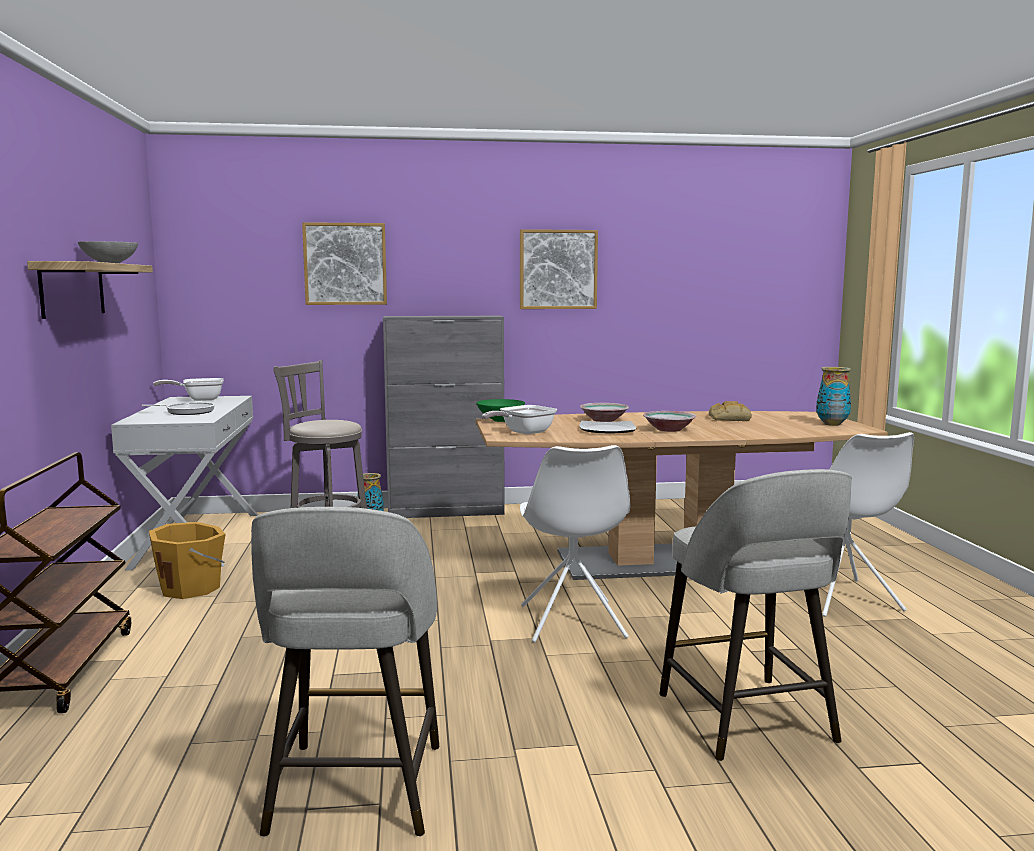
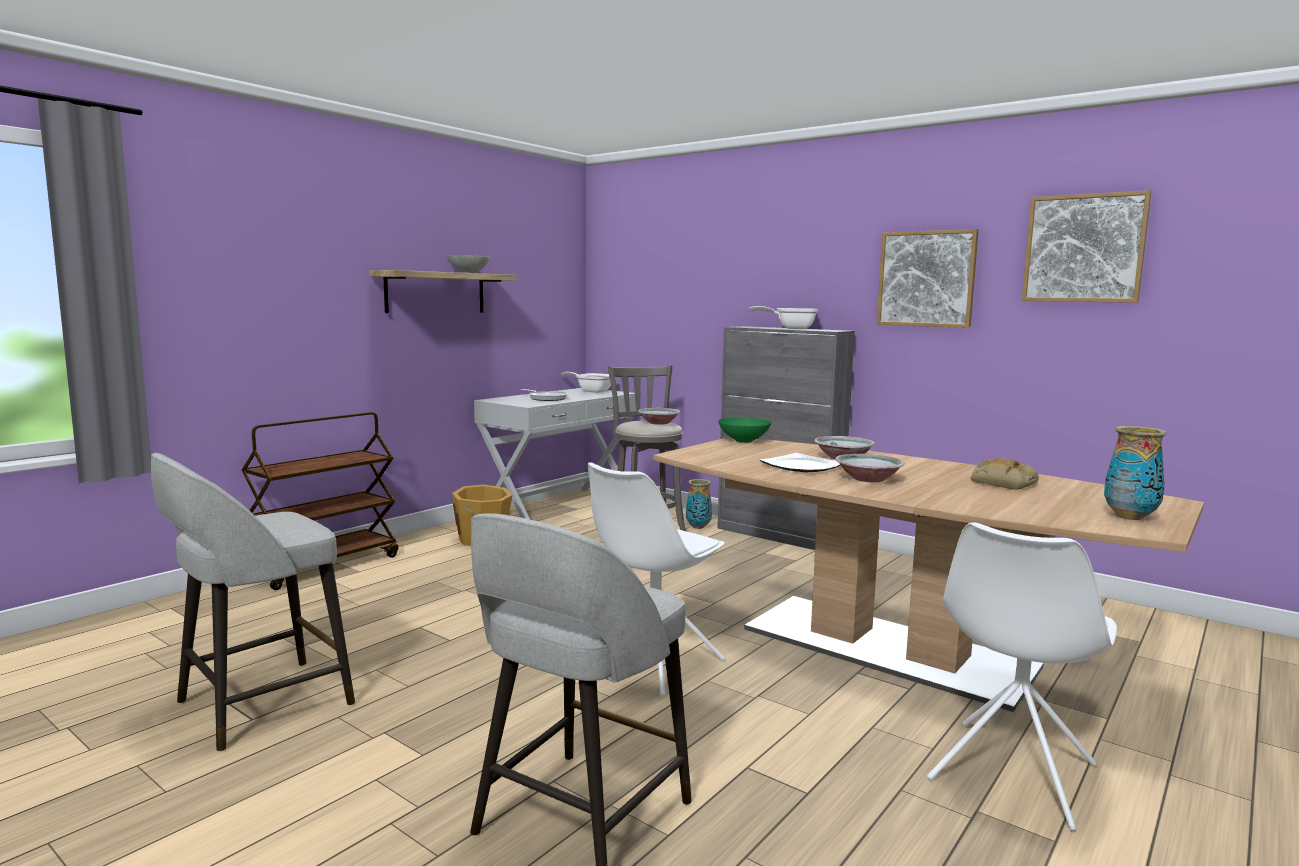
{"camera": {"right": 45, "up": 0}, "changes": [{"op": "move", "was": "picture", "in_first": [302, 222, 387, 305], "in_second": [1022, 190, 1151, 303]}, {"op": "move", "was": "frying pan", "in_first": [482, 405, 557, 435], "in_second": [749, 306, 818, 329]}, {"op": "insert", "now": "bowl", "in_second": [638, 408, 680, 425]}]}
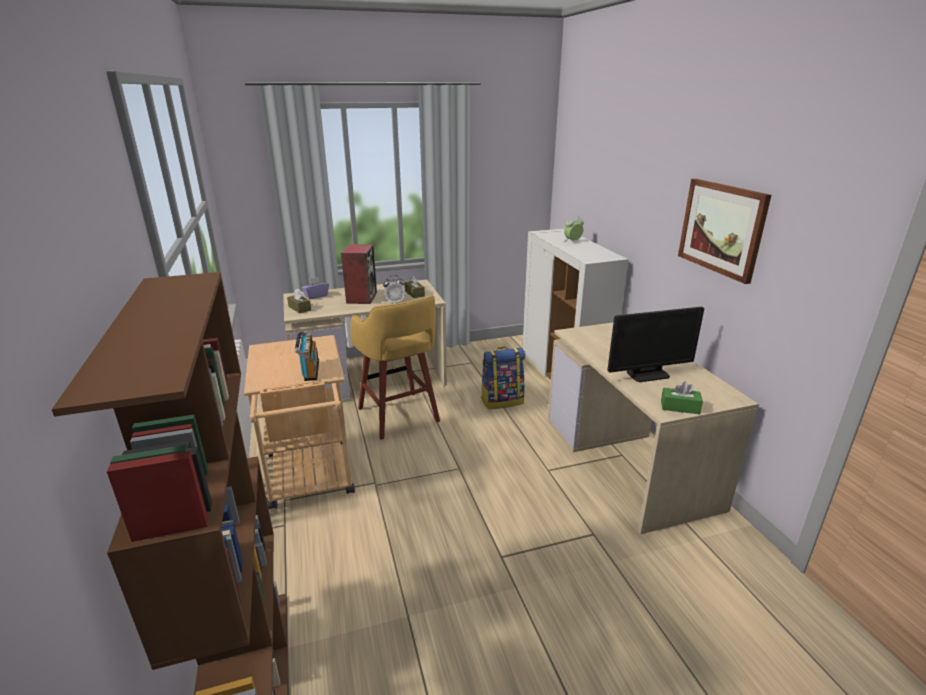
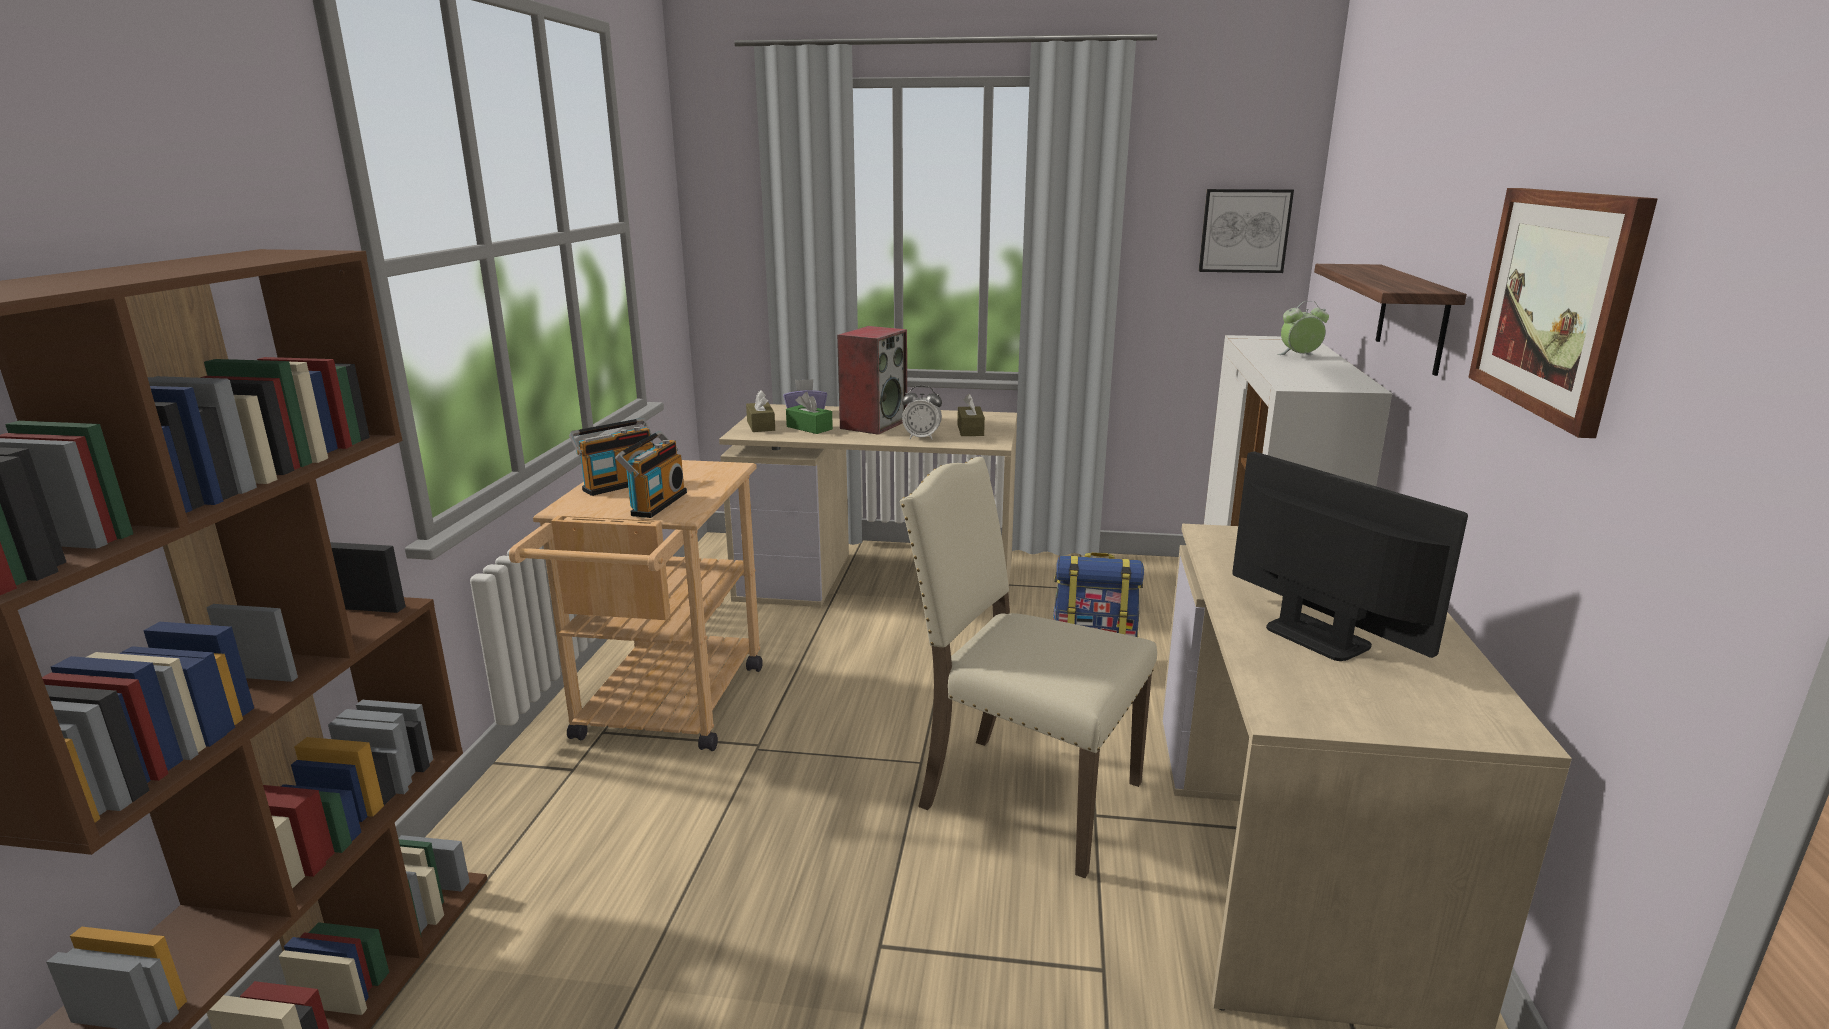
{"camera": {"right": 25, "up": -5}, "changes": [{"op": "delete", "was": "yellow stool", "in_first": [350, 296, 440, 440]}, {"op": "rotate", "was": "monitor", "in_first": [607, 307, 704, 382], "in_second": [1232, 451, 1468, 661], "clockwise": -135}, {"op": "move", "was": "green tissue box", "in_first": [661, 381, 703, 414], "in_second": [786, 392, 833, 434]}, {"op": "insert", "now": "radio", "in_second": [569, 418, 655, 496]}, {"op": "insert", "now": "beige chair", "in_second": [899, 457, 1157, 878]}, {"op": "insert", "now": "picture", "in_second": [1199, 189, 1294, 273]}, {"op": "insert", "now": "shelf", "in_second": [1314, 264, 1467, 376]}]}
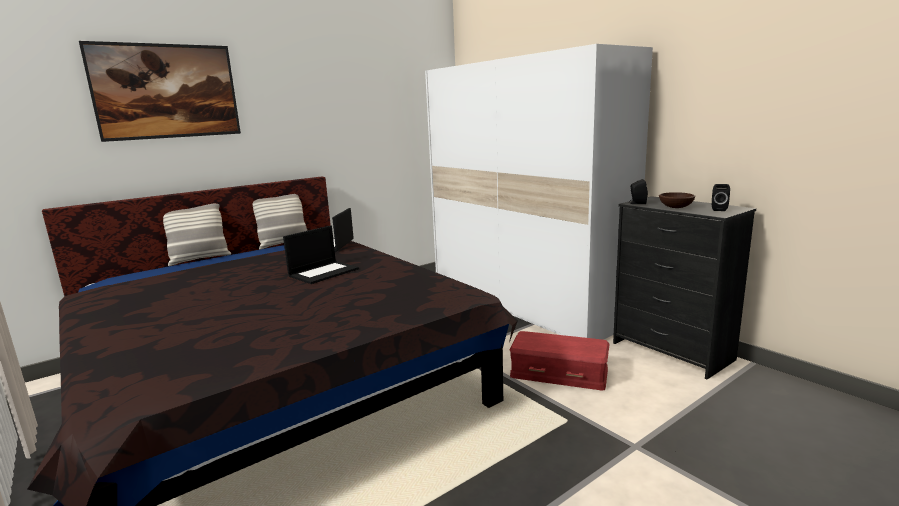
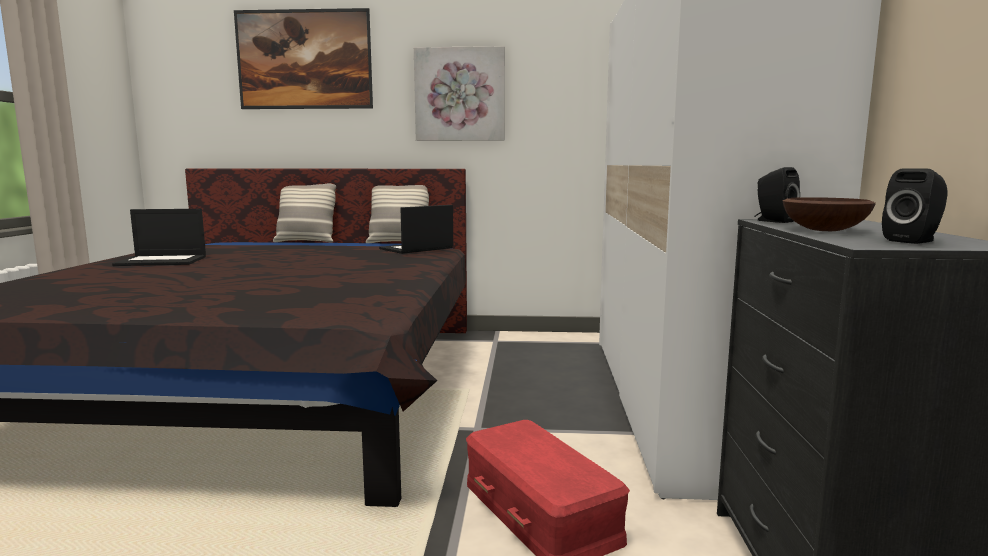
{"camera": {"right": 40, "up": -5}, "changes": [{"op": "move", "was": "laptop", "in_first": [283, 225, 359, 284], "in_second": [112, 209, 206, 266]}, {"op": "insert", "now": "picture", "in_second": [414, 46, 505, 141]}]}
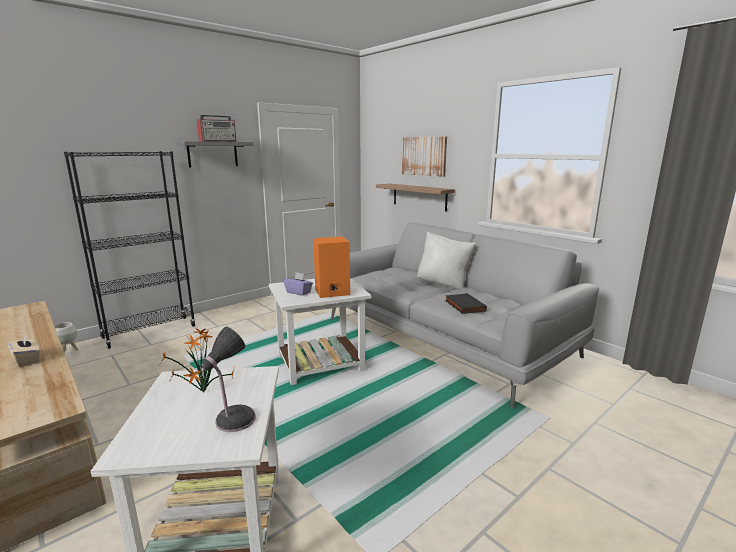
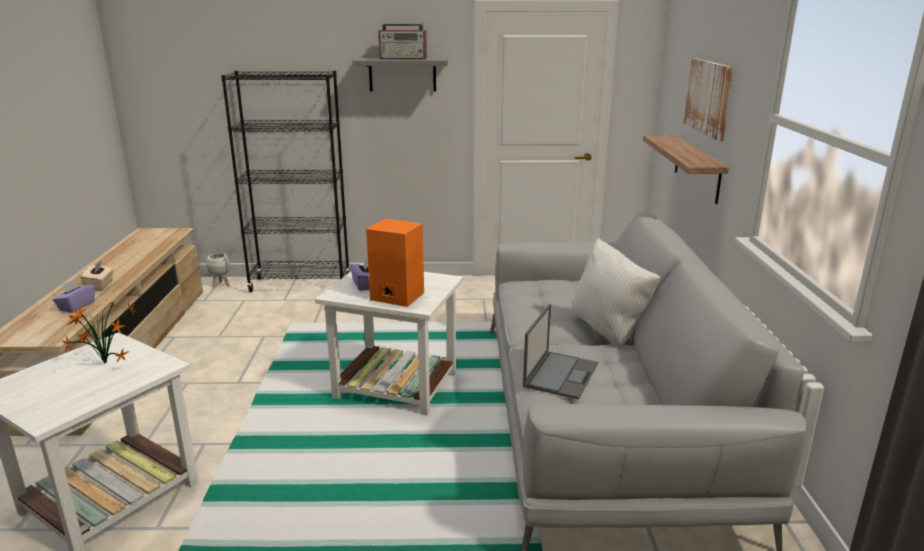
{"camera": {"right": 40, "up": 5}, "changes": [{"op": "delete", "was": "table lamp", "in_first": [201, 326, 256, 432]}, {"op": "replace", "was": "black book", "now": "laptop", "in_first": [445, 293, 487, 314], "in_second": [523, 304, 598, 400]}, {"op": "insert", "now": "purple tissue box", "in_second": [53, 279, 95, 313]}]}
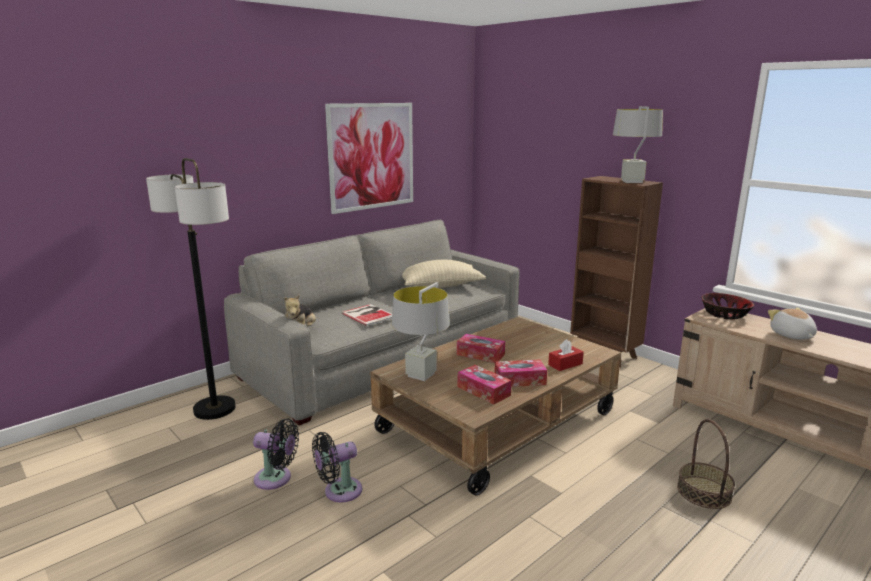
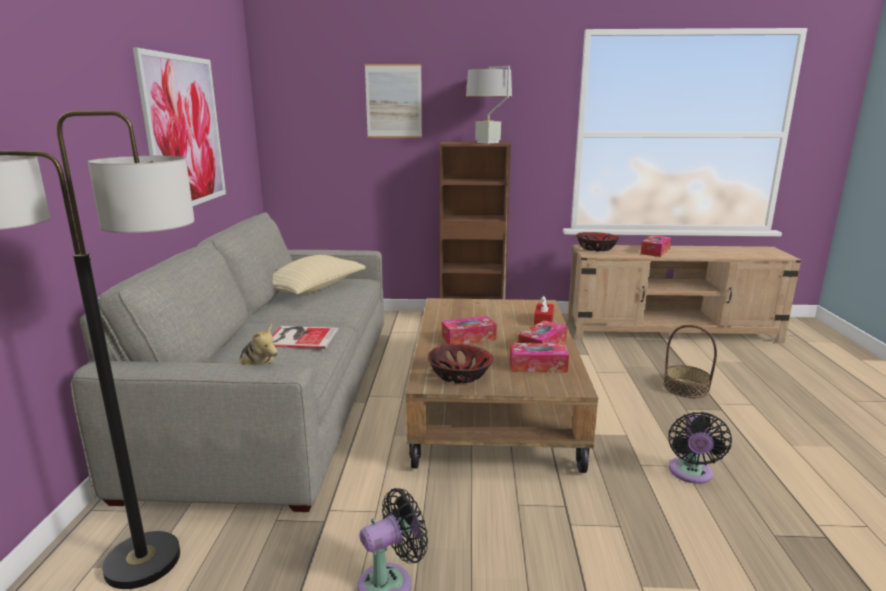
{"camera": {"right": -45, "up": 0}, "changes": [{"op": "move", "was": "black fan", "in_first": [312, 432, 362, 503], "in_second": [668, 412, 732, 484]}, {"op": "replace", "was": "grey table lamp", "now": "bowl", "in_first": [392, 282, 450, 381], "in_second": [428, 344, 493, 384]}, {"op": "replace", "was": "plush toy", "now": "tissue box", "in_first": [768, 308, 817, 340], "in_second": [640, 235, 671, 257]}, {"op": "insert", "now": "picture", "in_second": [365, 64, 422, 138]}]}
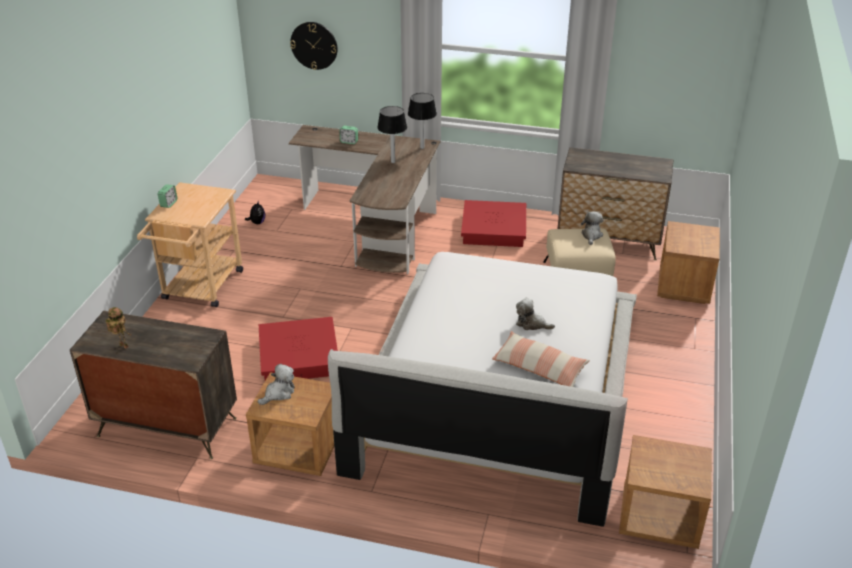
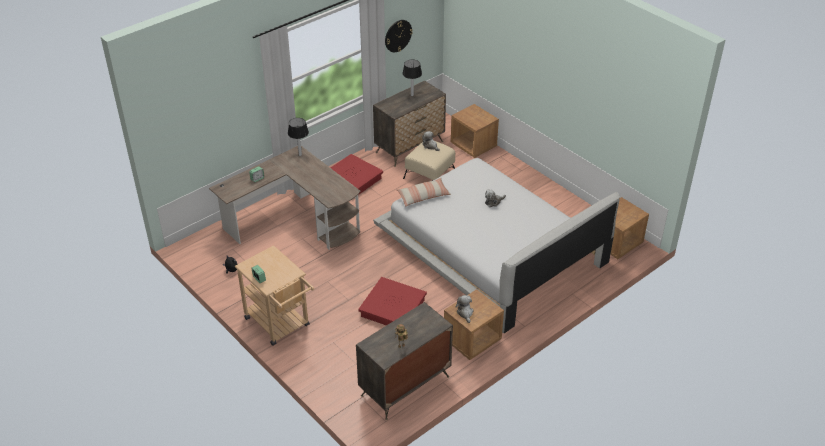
{"camera": {"right": -55, "up": 5}, "changes": [{"op": "move", "was": "wall clock", "in_first": [290, 22, 337, 70], "in_second": [385, 20, 413, 52]}, {"op": "move", "was": "table lamp", "in_first": [377, 106, 407, 163], "in_second": [402, 59, 422, 96]}, {"op": "move", "was": "pillow", "in_first": [492, 331, 590, 387], "in_second": [396, 178, 451, 206]}]}
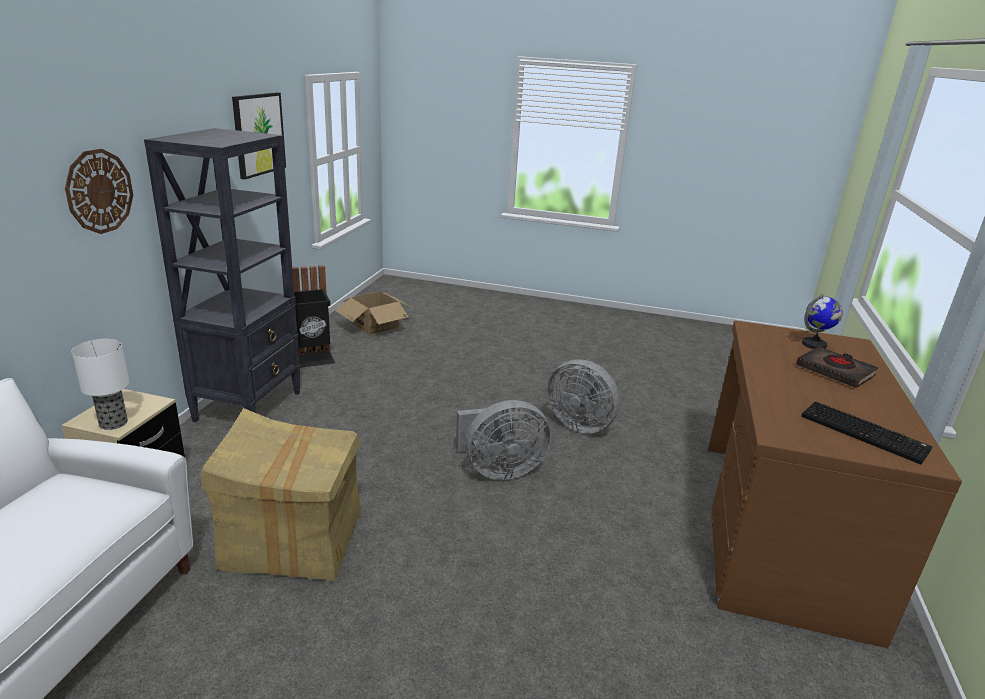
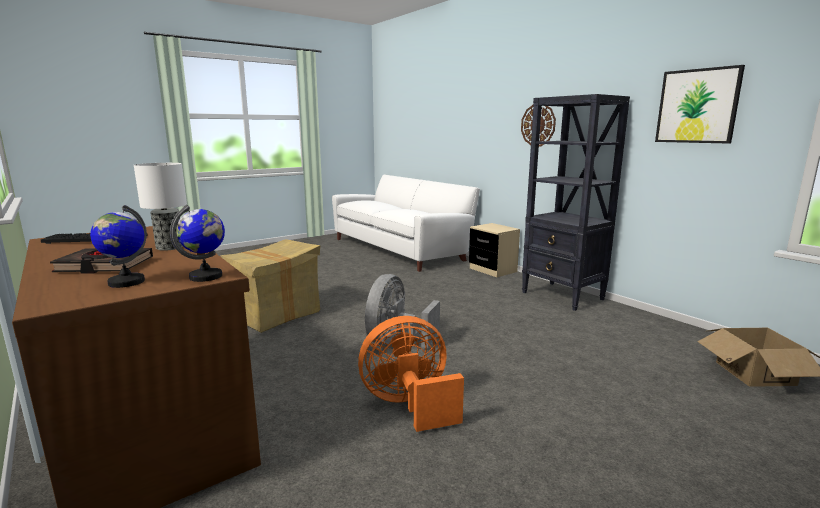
{"camera": {"right": 130, "up": -10}, "changes": [{"op": "move", "was": "table lamp", "in_first": [72, 339, 129, 430], "in_second": [134, 163, 187, 251]}, {"op": "move", "was": "cardboard box", "in_first": [201, 408, 361, 581], "in_second": [220, 239, 320, 333]}, {"op": "delete", "was": "black trash can", "in_first": [292, 265, 335, 368]}, {"op": "recolor", "was": "grey fan", "now": "orange fan", "in_first": [547, 359, 620, 433], "in_second": [358, 316, 464, 432]}, {"op": "insert", "now": "globe", "in_second": [170, 205, 225, 282]}]}
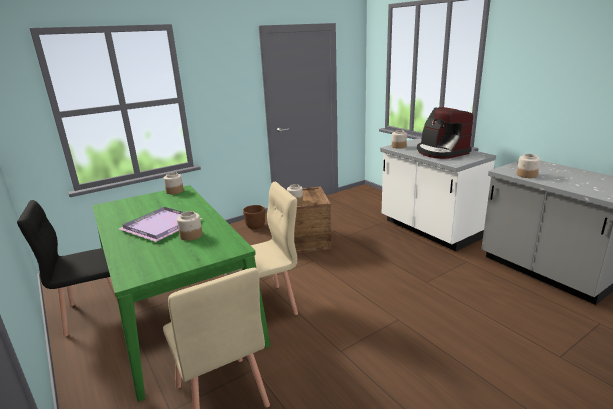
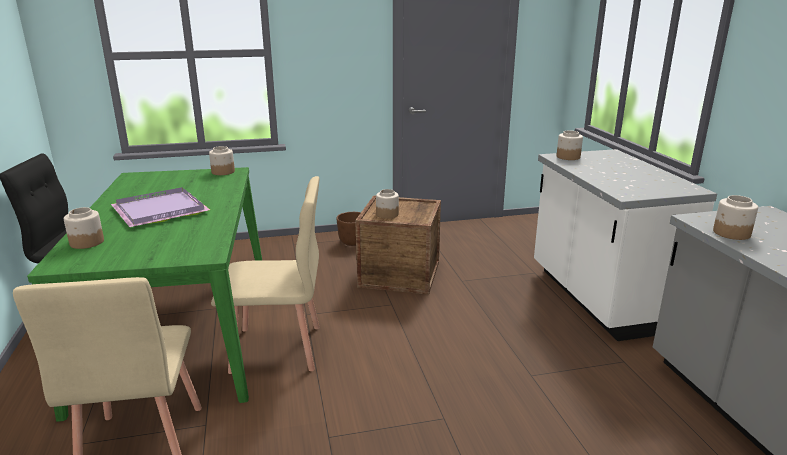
{"camera": {"right": 20, "up": 0}, "changes": [{"op": "move", "was": "jar", "in_first": [177, 211, 202, 241], "in_second": [64, 207, 104, 249]}, {"op": "delete", "was": "coffee machine", "in_first": [417, 107, 473, 159]}]}
